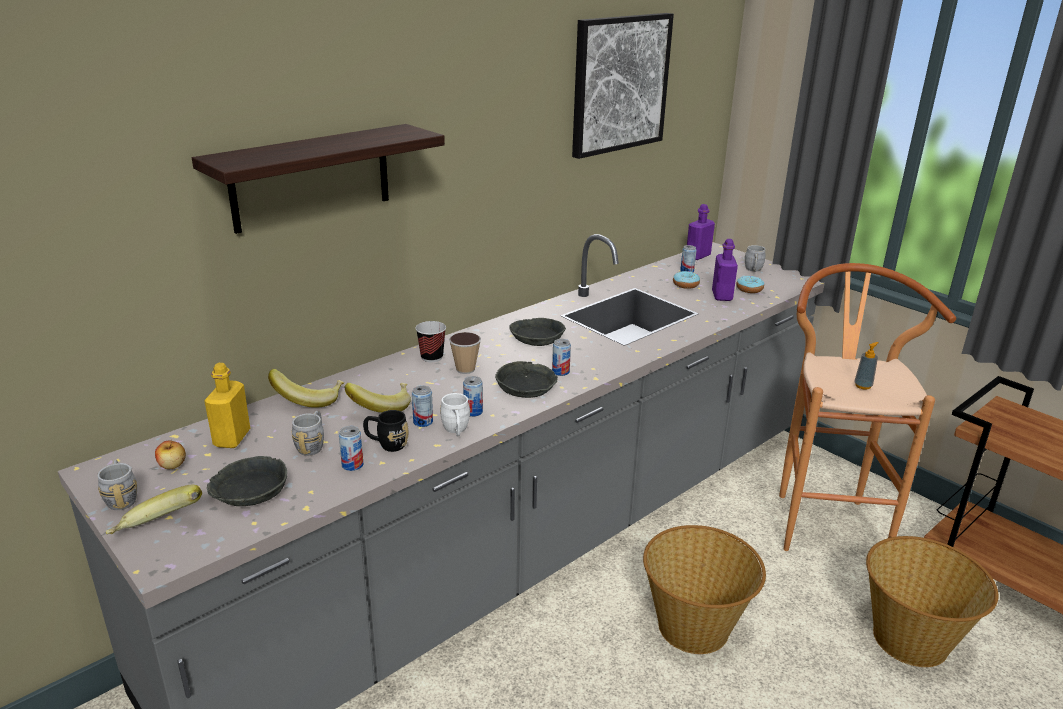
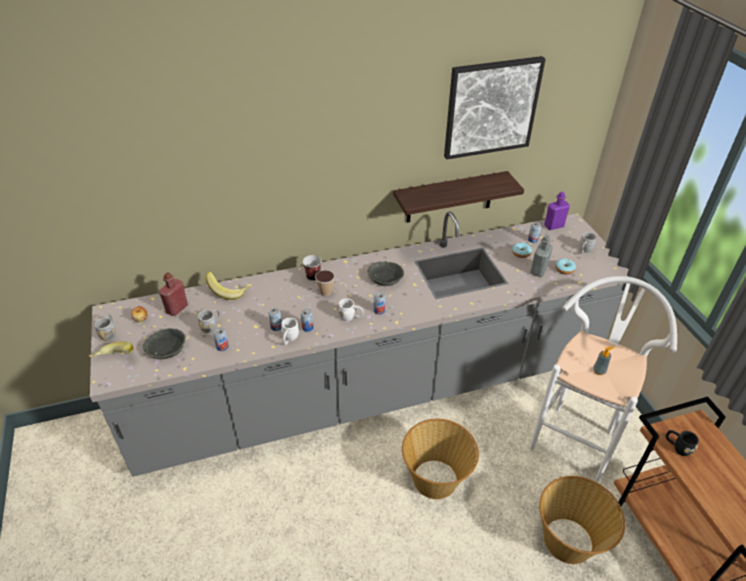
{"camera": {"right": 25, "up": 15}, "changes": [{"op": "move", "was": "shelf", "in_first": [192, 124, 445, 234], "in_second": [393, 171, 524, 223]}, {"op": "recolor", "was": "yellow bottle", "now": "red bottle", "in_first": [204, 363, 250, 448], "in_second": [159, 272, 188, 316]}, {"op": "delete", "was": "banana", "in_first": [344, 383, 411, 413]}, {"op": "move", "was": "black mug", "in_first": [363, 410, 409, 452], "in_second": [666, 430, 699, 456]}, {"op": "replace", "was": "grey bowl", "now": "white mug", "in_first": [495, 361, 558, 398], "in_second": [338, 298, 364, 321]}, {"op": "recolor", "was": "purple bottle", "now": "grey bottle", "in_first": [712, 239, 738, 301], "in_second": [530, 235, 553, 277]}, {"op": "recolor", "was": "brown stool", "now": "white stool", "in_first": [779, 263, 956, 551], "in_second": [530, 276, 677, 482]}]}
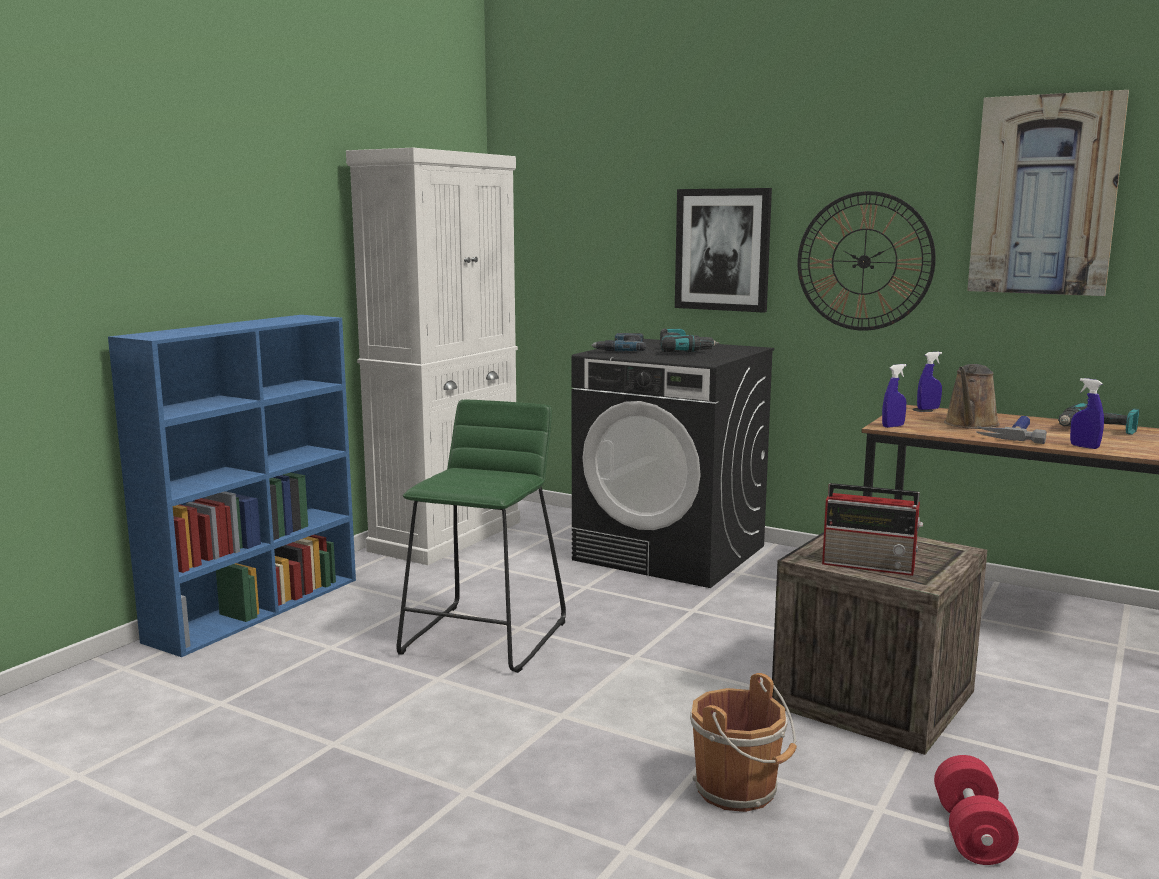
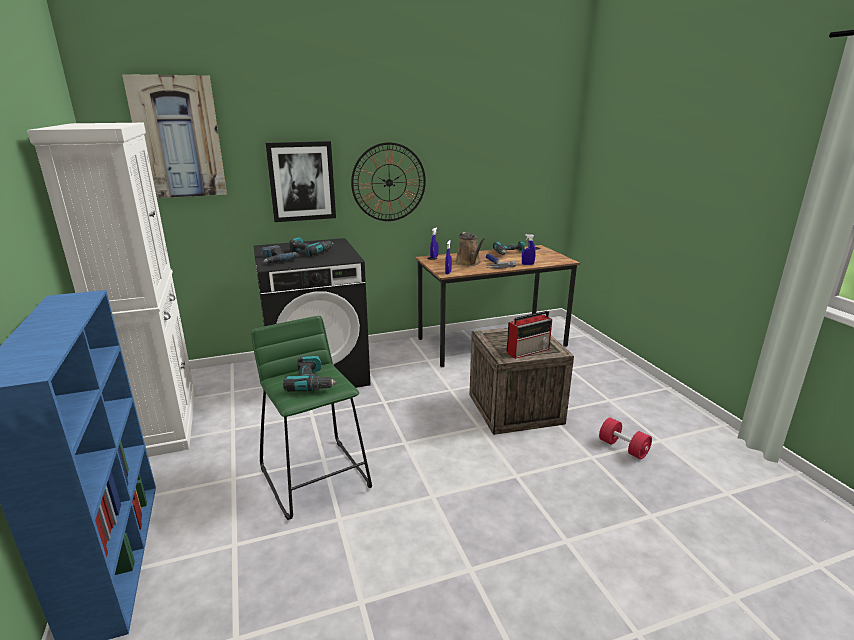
{"camera": {"right": -50, "up": 10}, "changes": [{"op": "delete", "was": "brown bucket", "in_first": [690, 673, 797, 812]}, {"op": "move", "was": "picture", "in_first": [967, 90, 1129, 296], "in_second": [122, 74, 227, 198]}, {"op": "insert", "now": "power drill", "in_second": [283, 356, 338, 392]}]}
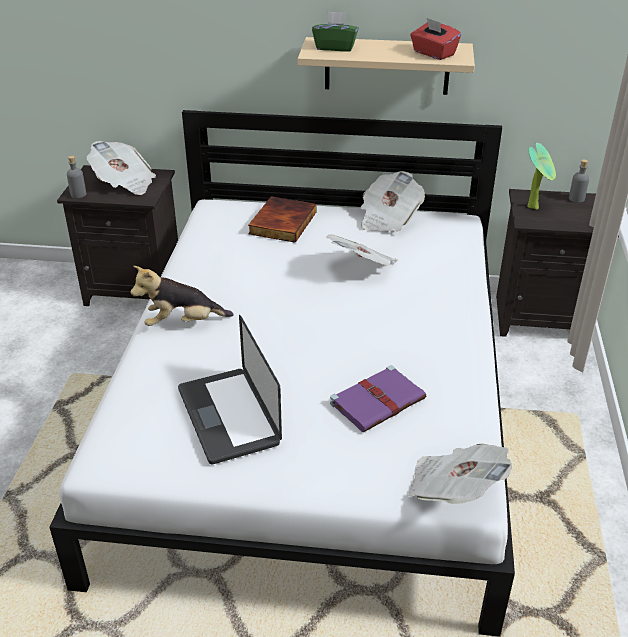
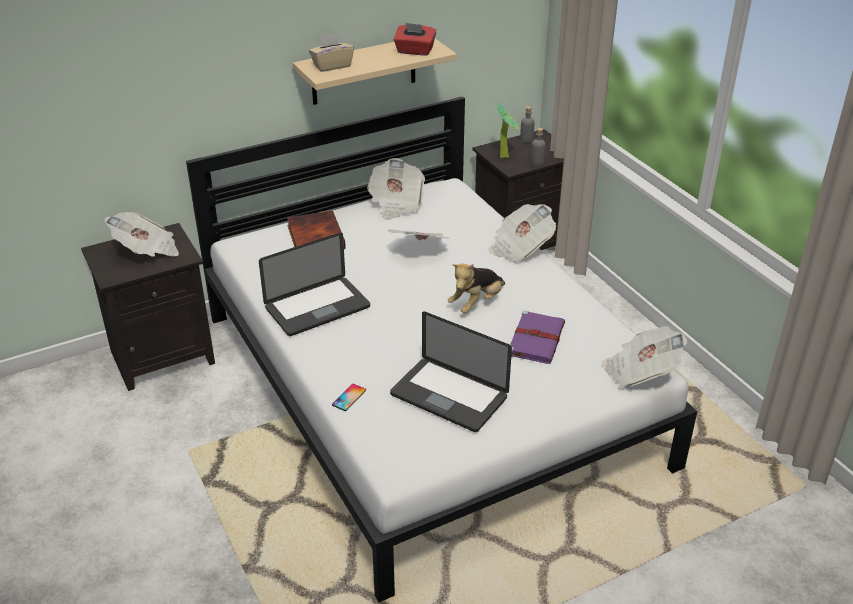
{"camera": {"right": -35, "up": 0}, "changes": [{"op": "move", "was": "grey bottle", "in_first": [67, 155, 86, 198], "in_second": [530, 128, 546, 165]}, {"op": "move", "was": "plush toy", "in_first": [131, 266, 233, 326], "in_second": [448, 264, 505, 313]}, {"op": "recolor", "was": "green tissue box", "now": "beige tissue box", "in_first": [312, 11, 359, 52], "in_second": [309, 33, 354, 72]}, {"op": "insert", "now": "laptop", "in_second": [259, 232, 370, 336]}, {"op": "insert", "now": "phone", "in_second": [332, 384, 366, 411]}, {"op": "insert", "now": "newspaper", "in_second": [489, 204, 556, 262]}]}
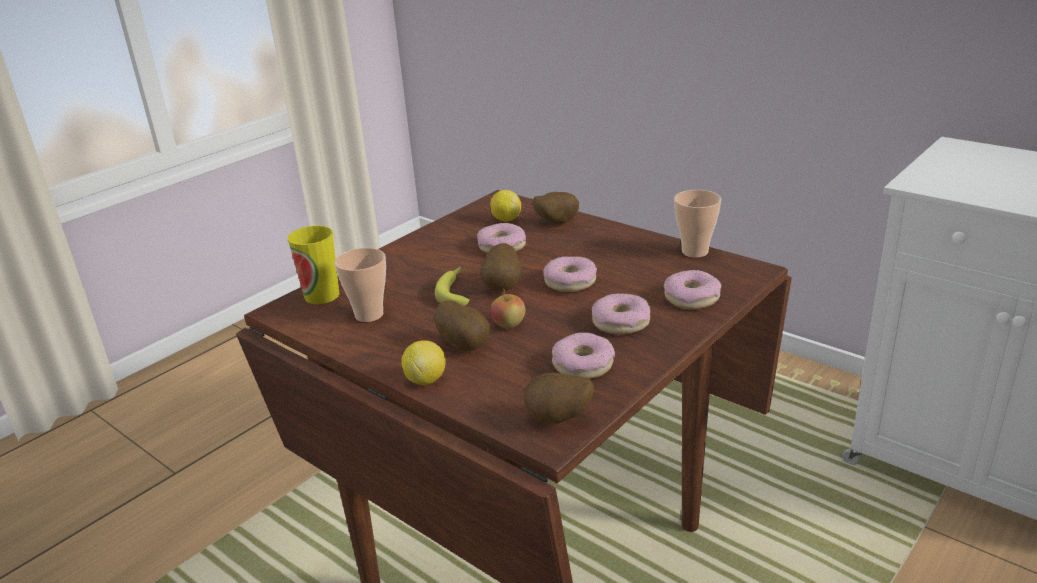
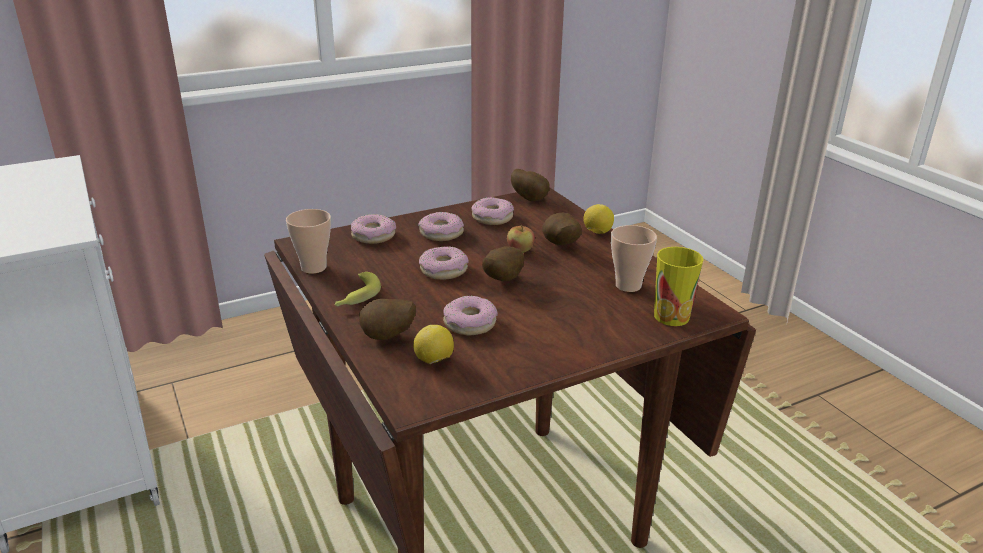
{"camera": {"right": -160, "up": 0}, "changes": [{"op": "move", "was": "banana", "in_first": [435, 267, 470, 306], "in_second": [335, 272, 381, 306]}]}
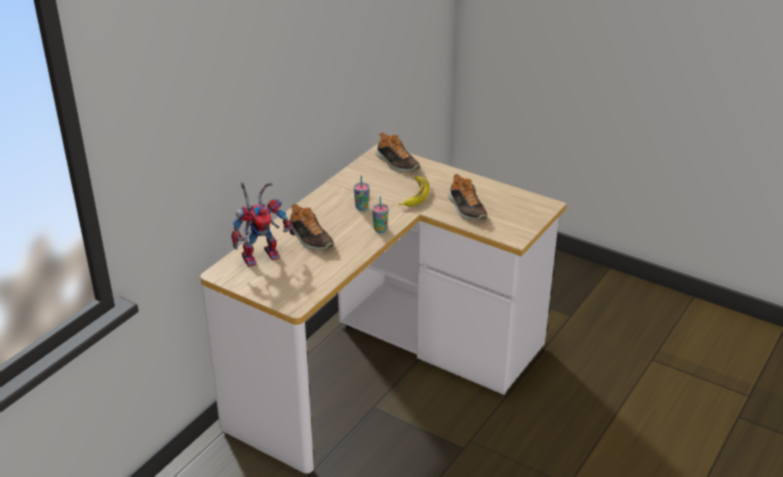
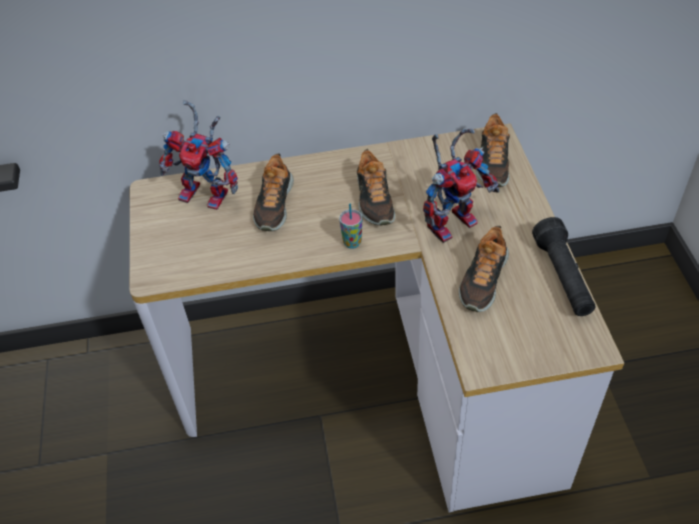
{"camera": {"right": 50, "up": 15}, "changes": [{"op": "replace", "was": "cup", "now": "shoe", "in_first": [354, 175, 369, 211], "in_second": [357, 149, 395, 225]}, {"op": "replace", "was": "banana", "now": "toy robot", "in_first": [398, 176, 430, 207], "in_second": [423, 129, 499, 243]}, {"op": "insert", "now": "black flashlight", "in_second": [532, 217, 596, 316]}]}
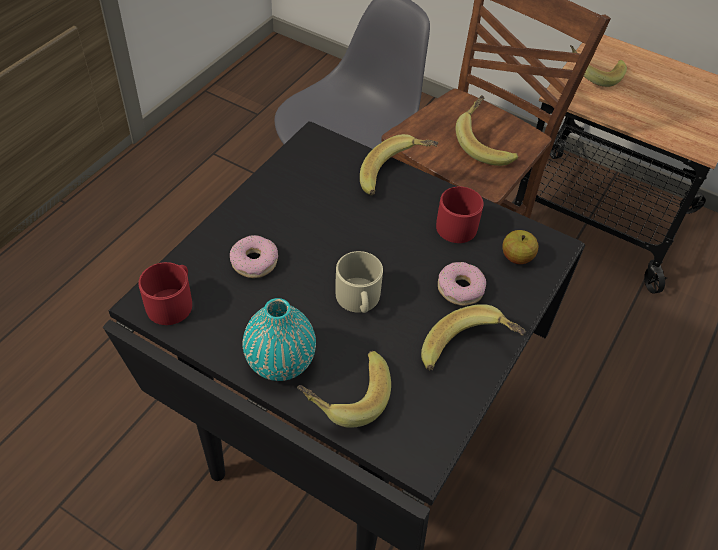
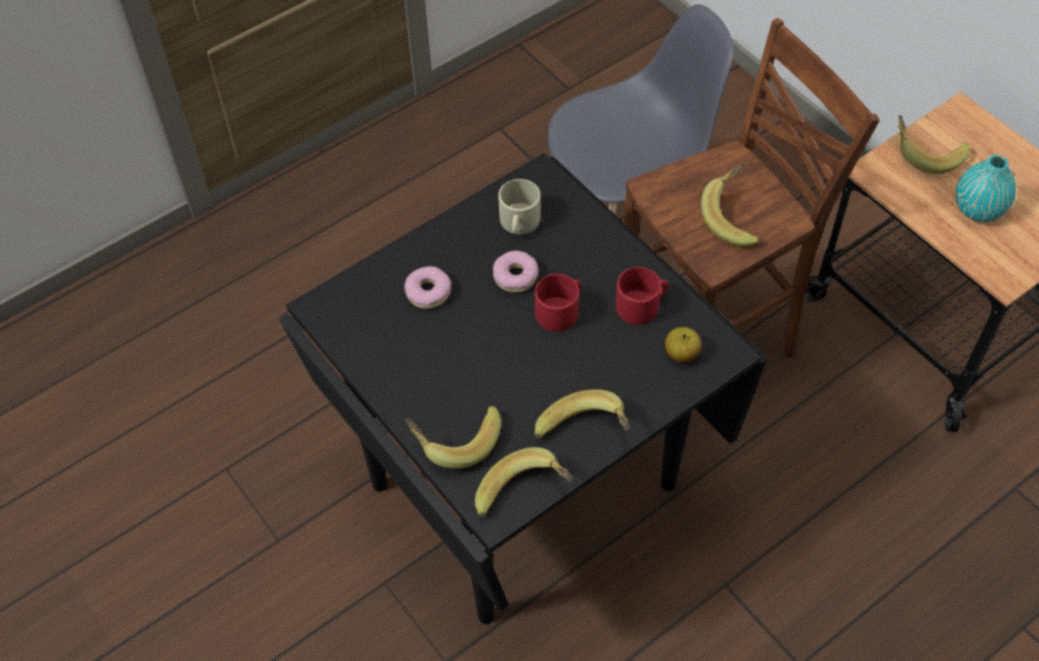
{"camera": {"right": 25, "up": 5}, "changes": [{"op": "move", "was": "red mug", "in_first": [138, 262, 192, 325], "in_second": [535, 274, 581, 332]}, {"op": "move", "was": "turquoise vase", "in_first": [242, 298, 316, 381], "in_second": [955, 155, 1016, 222]}, {"op": "move", "was": "beige mug", "in_first": [335, 251, 383, 313], "in_second": [498, 179, 541, 234]}, {"op": "move", "was": "banana", "in_first": [360, 134, 438, 195], "in_second": [475, 447, 573, 517]}, {"op": "move", "was": "donut", "in_first": [438, 262, 486, 306], "in_second": [493, 250, 539, 292]}]}
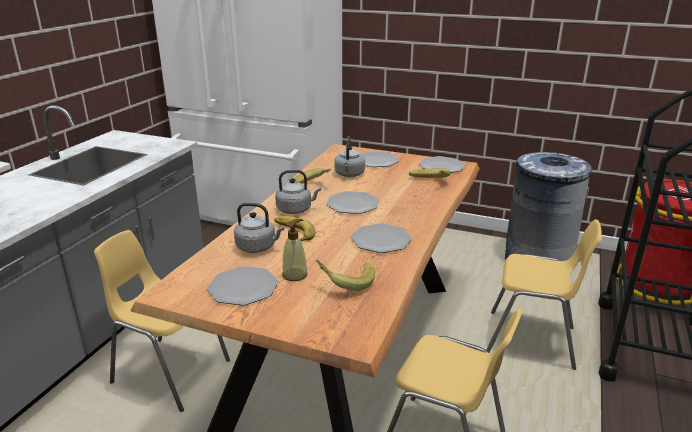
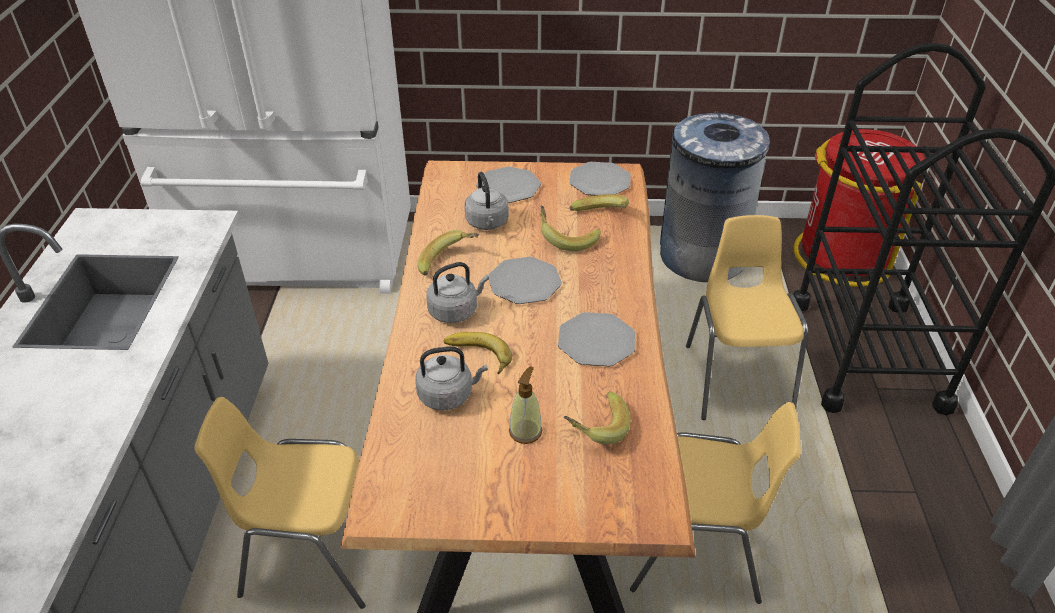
{"camera": {"right": -20, "up": 15}, "changes": [{"op": "delete", "was": "plate", "in_first": [207, 266, 279, 306]}, {"op": "rotate", "was": "yellow chair", "in_first": [486, 219, 602, 370], "in_second": [686, 215, 808, 420], "clockwise": -90}, {"op": "insert", "now": "banana", "in_second": [540, 206, 601, 251]}]}
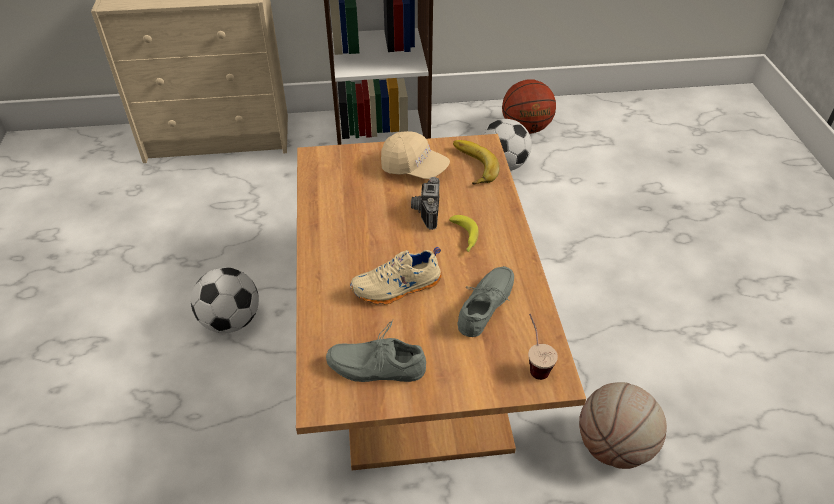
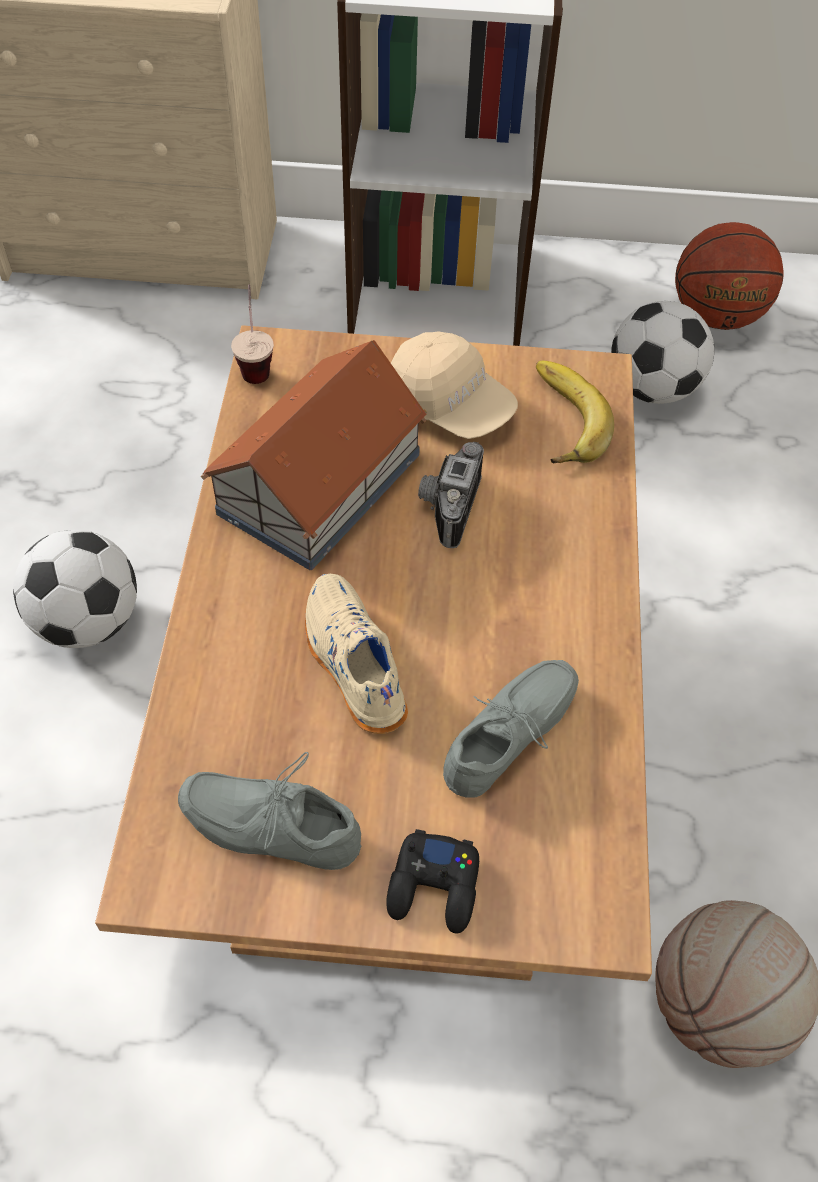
{"camera": {"right": 10, "up": 10}, "changes": [{"op": "rotate", "was": "beige shoe", "in_first": [350, 247, 442, 304], "in_second": [305, 574, 408, 734], "clockwise": 75}, {"op": "delete", "was": "banana", "in_first": [449, 215, 479, 252]}, {"op": "move", "was": "cup", "in_first": [528, 314, 558, 380], "in_second": [231, 285, 274, 384]}, {"op": "insert", "now": "toy house", "in_second": [201, 340, 428, 570]}, {"op": "insert", "now": "black game controller", "in_second": [386, 829, 479, 934]}]}
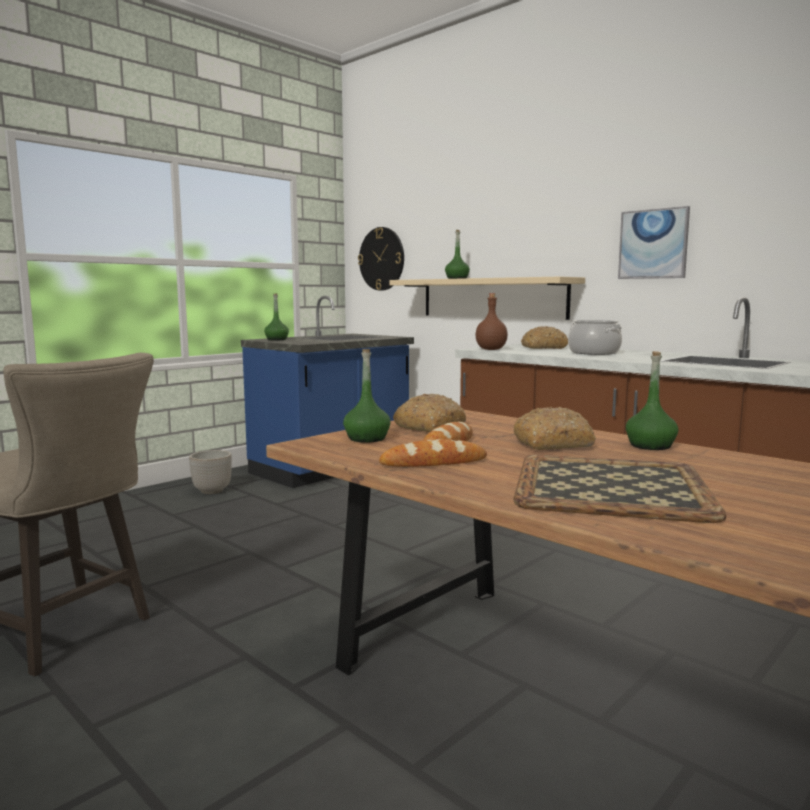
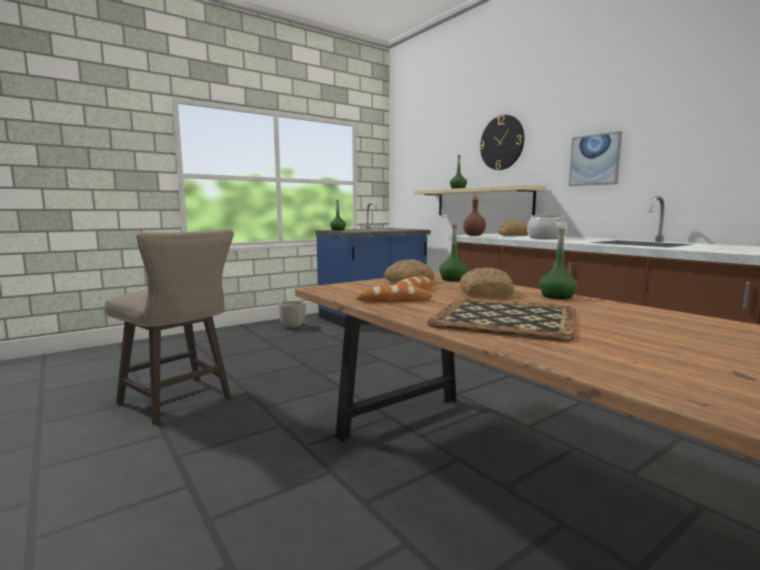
{"camera": {"right": 10, "up": 0}, "changes": [{"op": "move", "was": "green bottle", "in_first": [343, 349, 390, 443], "in_second": [439, 225, 468, 281]}, {"op": "move", "was": "wall clock", "in_first": [358, 227, 404, 291], "in_second": [479, 115, 524, 170]}]}
